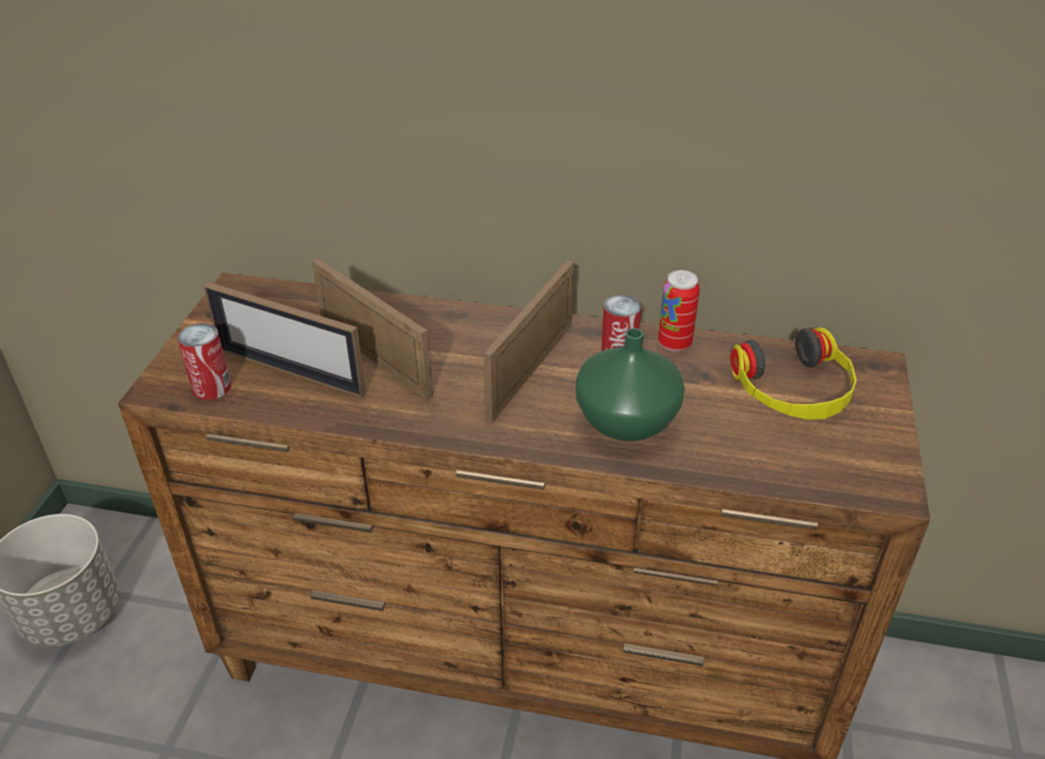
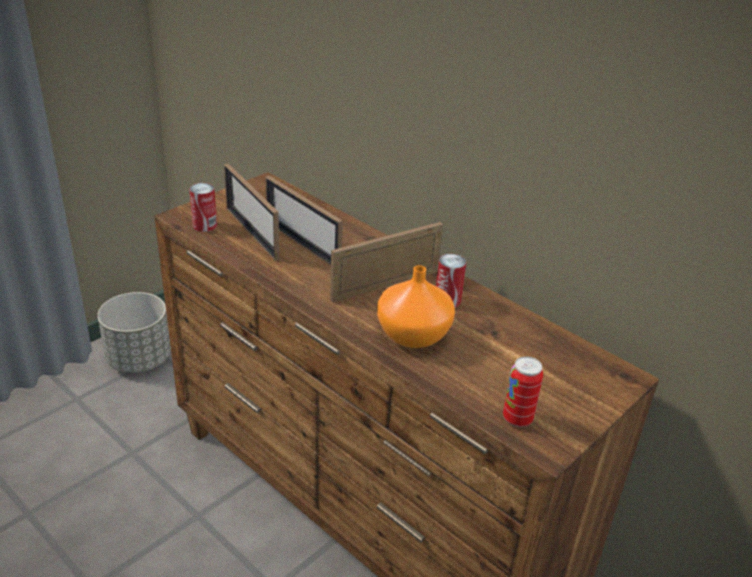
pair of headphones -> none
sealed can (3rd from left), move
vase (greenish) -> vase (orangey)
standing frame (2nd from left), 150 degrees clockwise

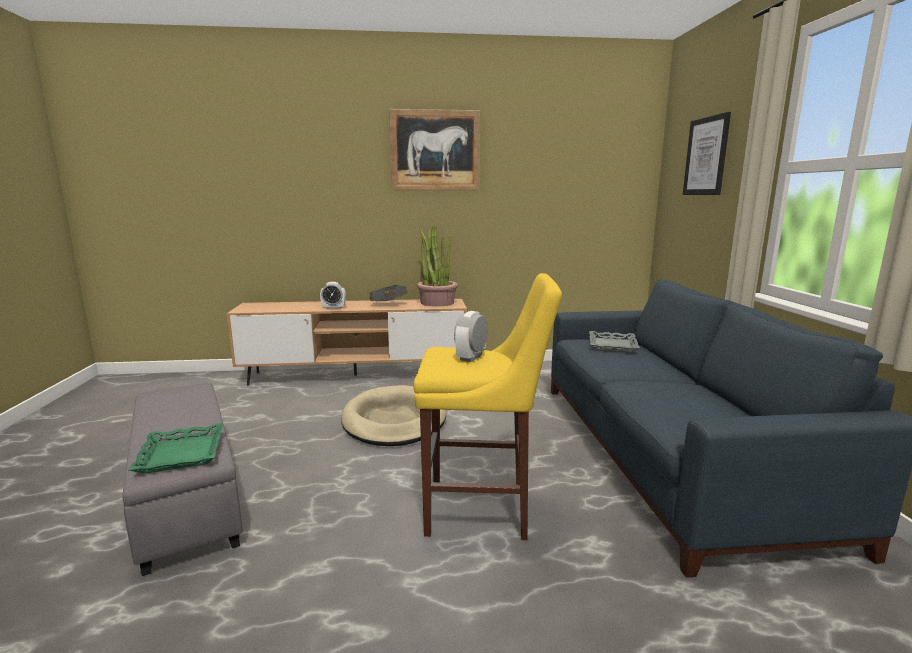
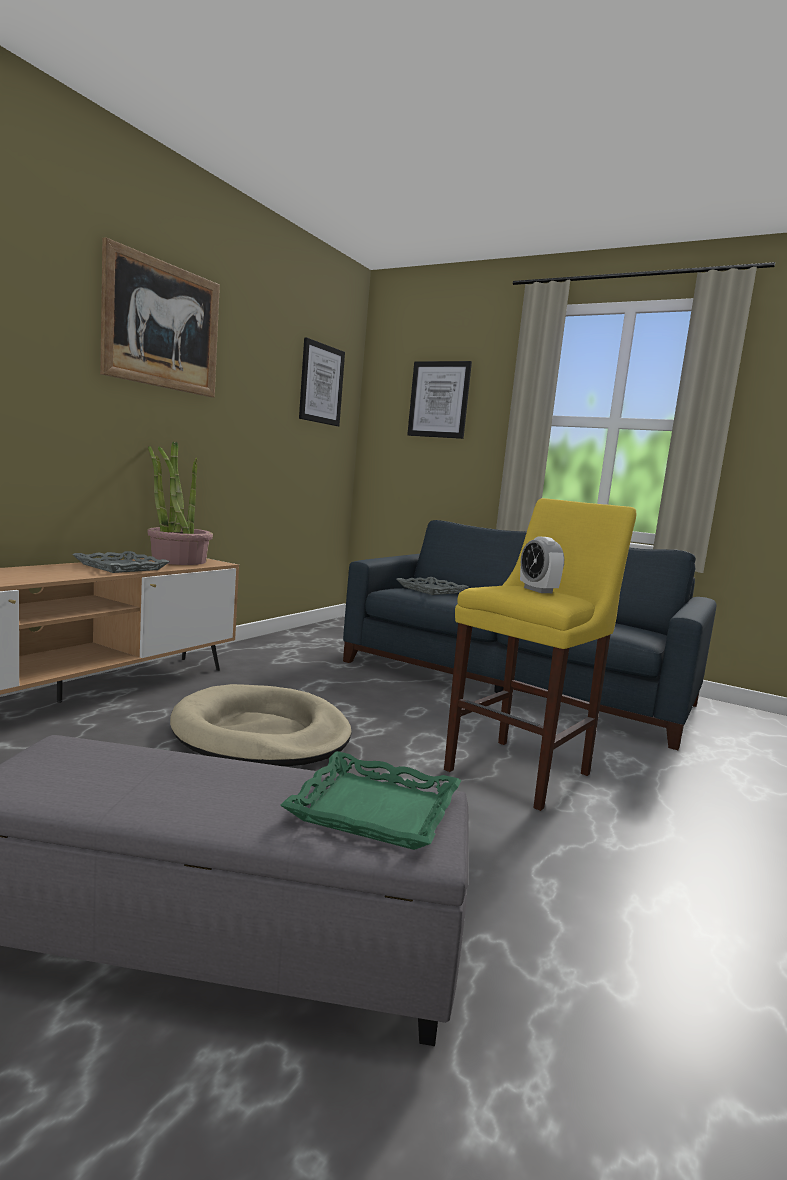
table clock (1st from left) -> none
none -> wall art (2nd from left)
daily paper -> tray (grey) (1st from left)

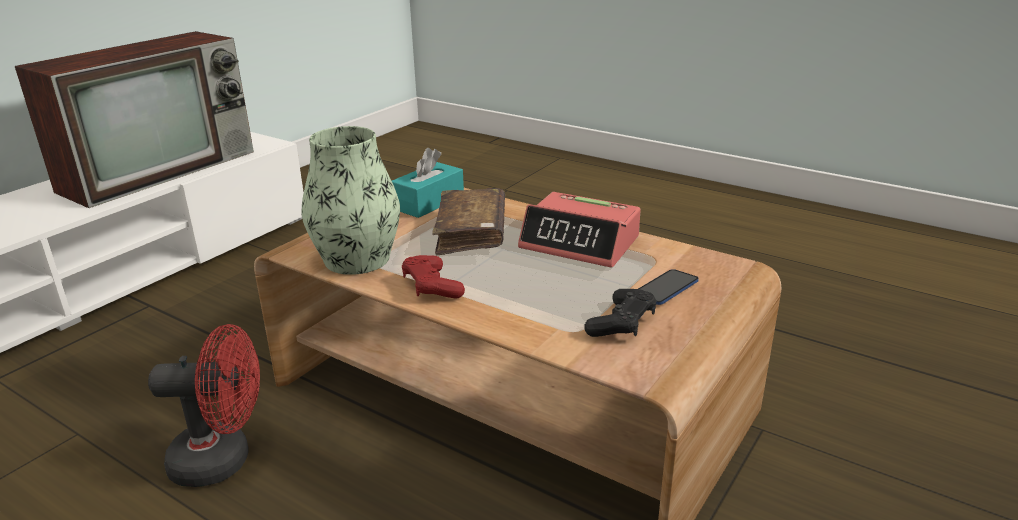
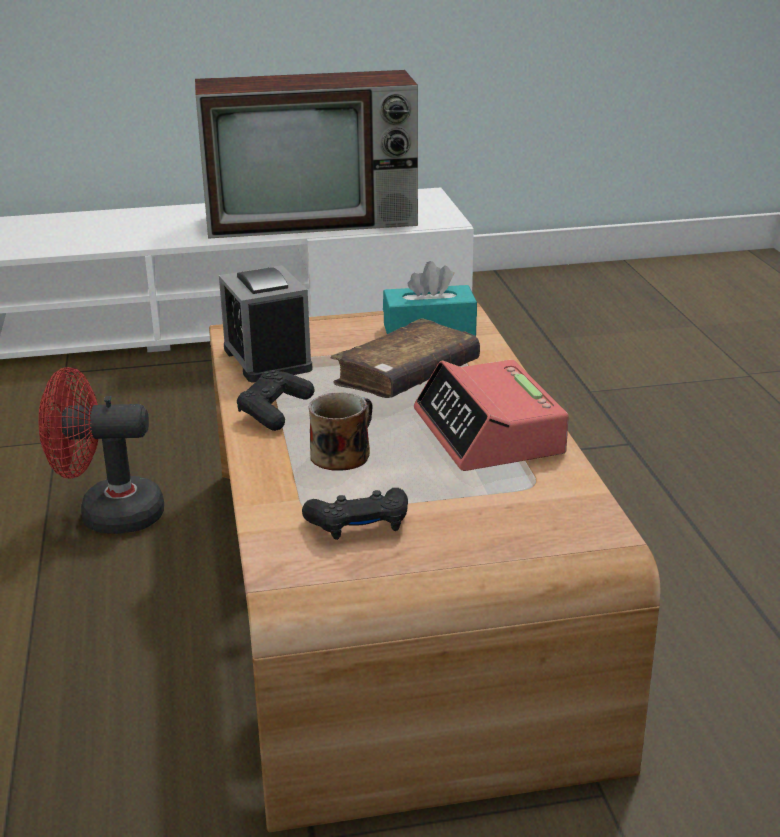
handset -> none
none -> mug
vase -> table clock (1st from left)
joypad (red-coloured) -> joypad (blackish) (1st from left)
electric fan (red-coloured), 135 degrees clockwise

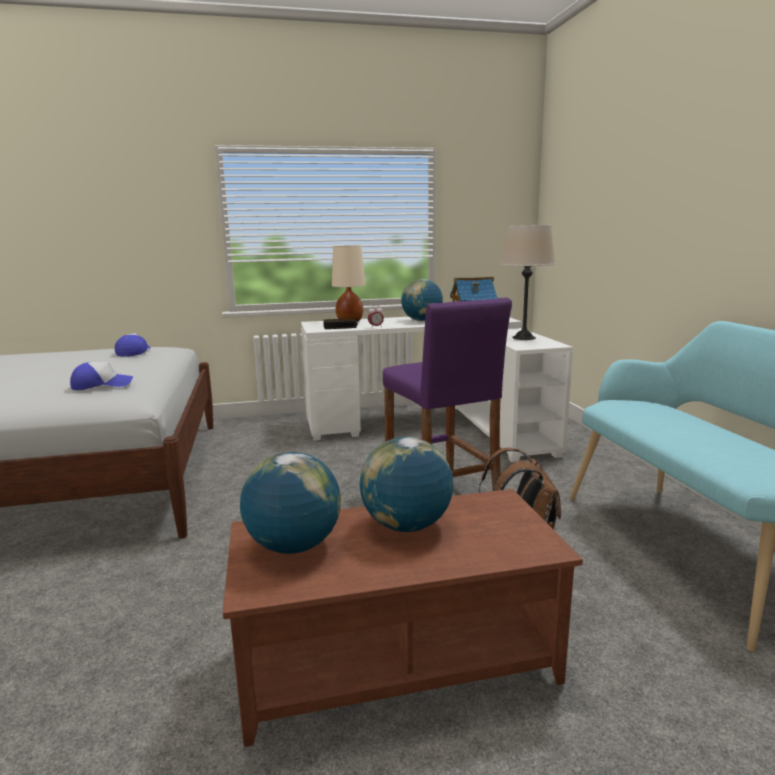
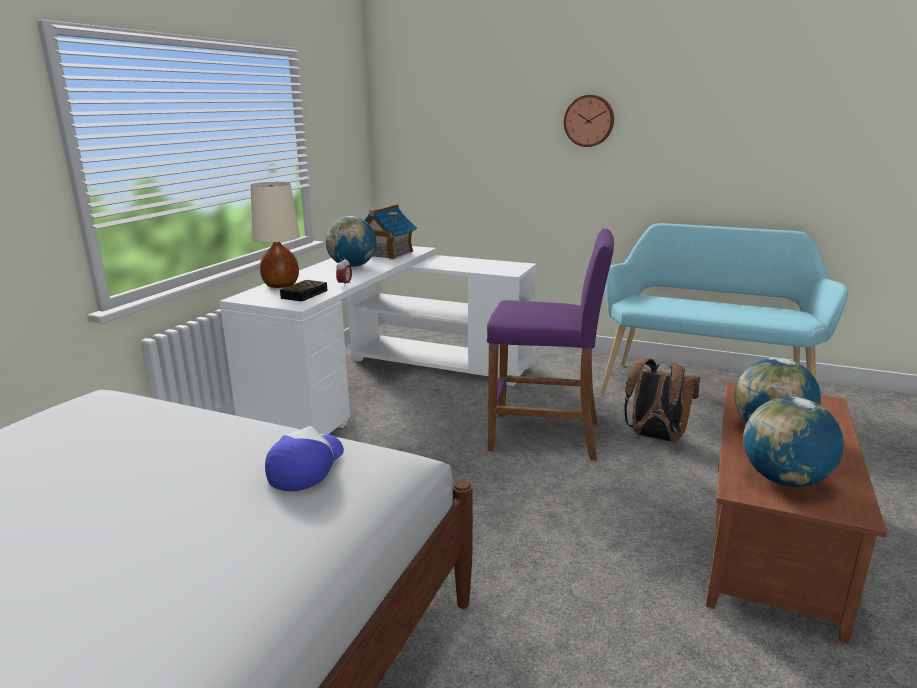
baseball cap (2nd from left) -> none
tabletop lamp (beige) (2nd from left) -> none
none -> hanging clock

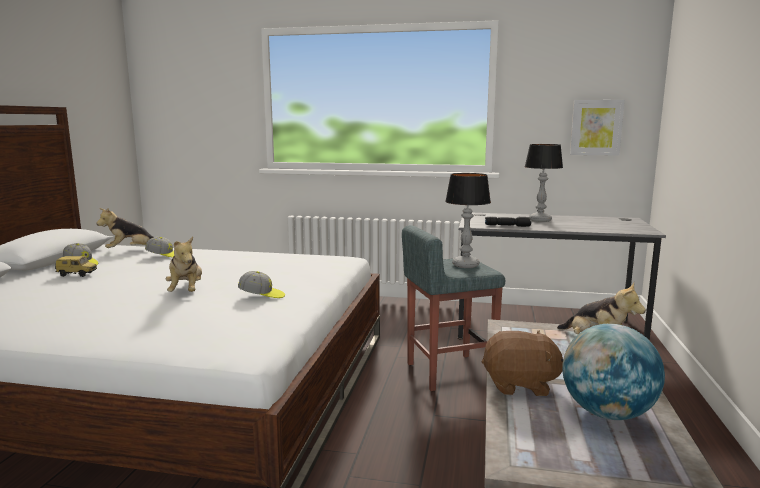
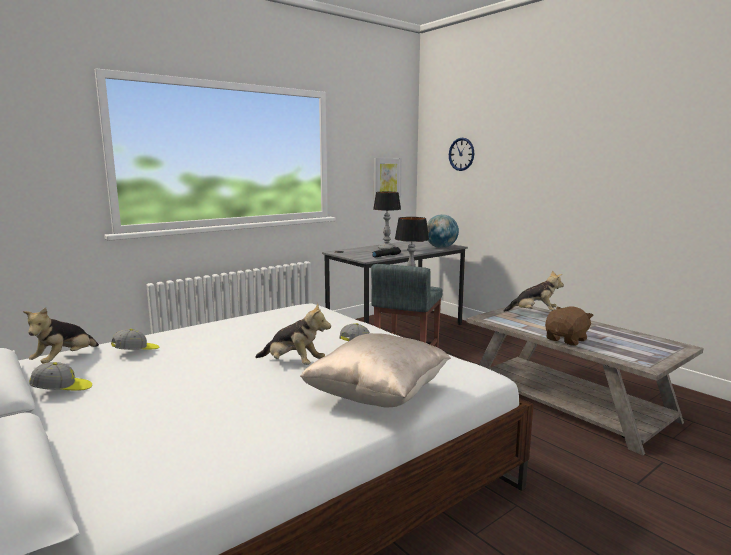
model car -> none
none -> cushion (beige)
none -> hanging clock
world globe, move

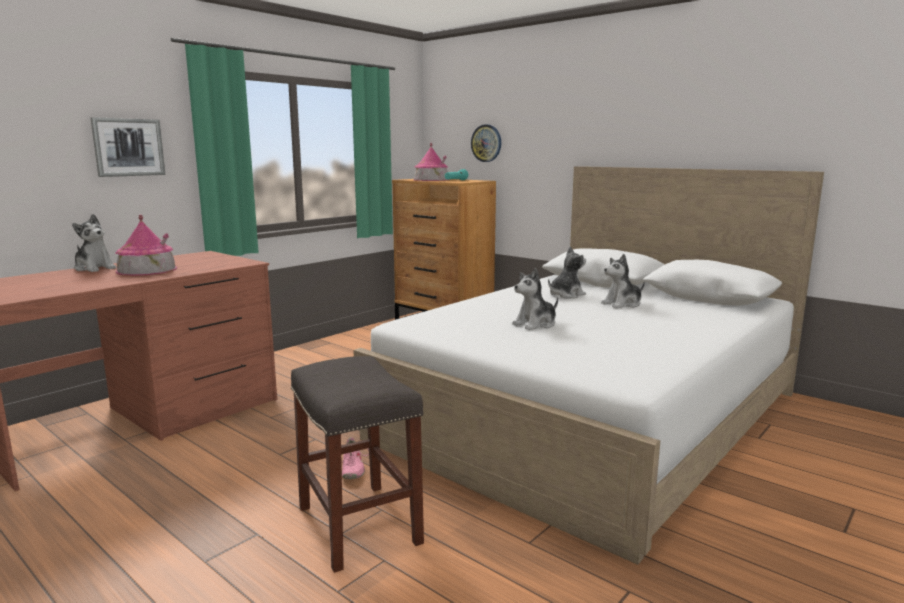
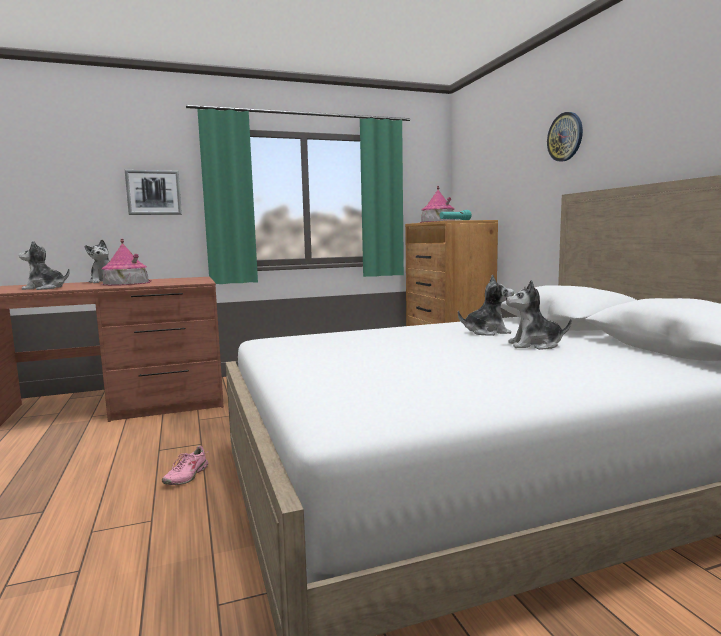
sitting stool (grey) -> none
hanging clock, move
soft toy (2nd from left in the first image) -> soft toy (1st from left), move

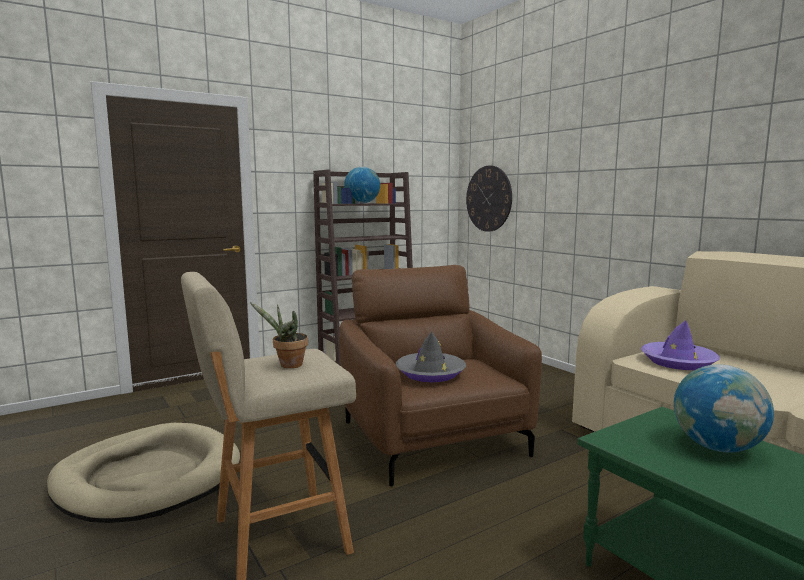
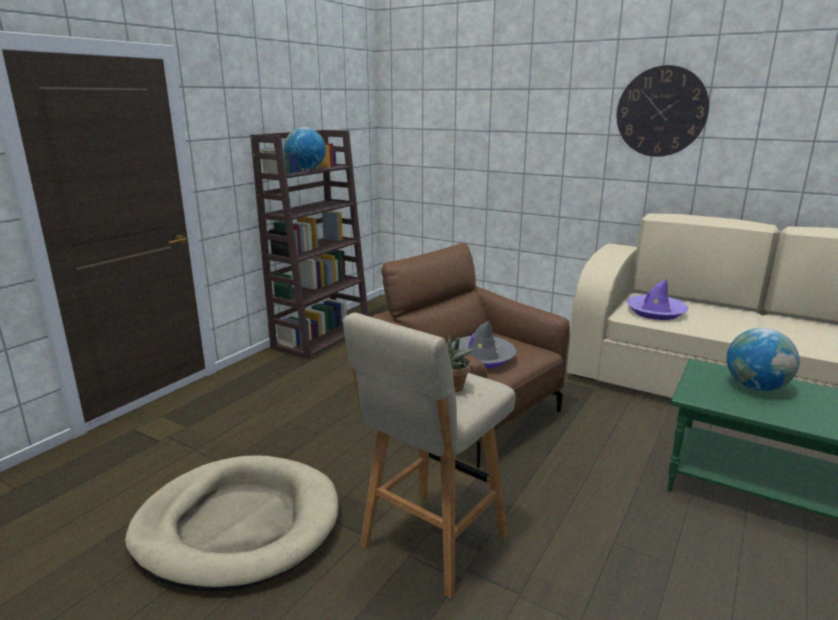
hanging clock, move

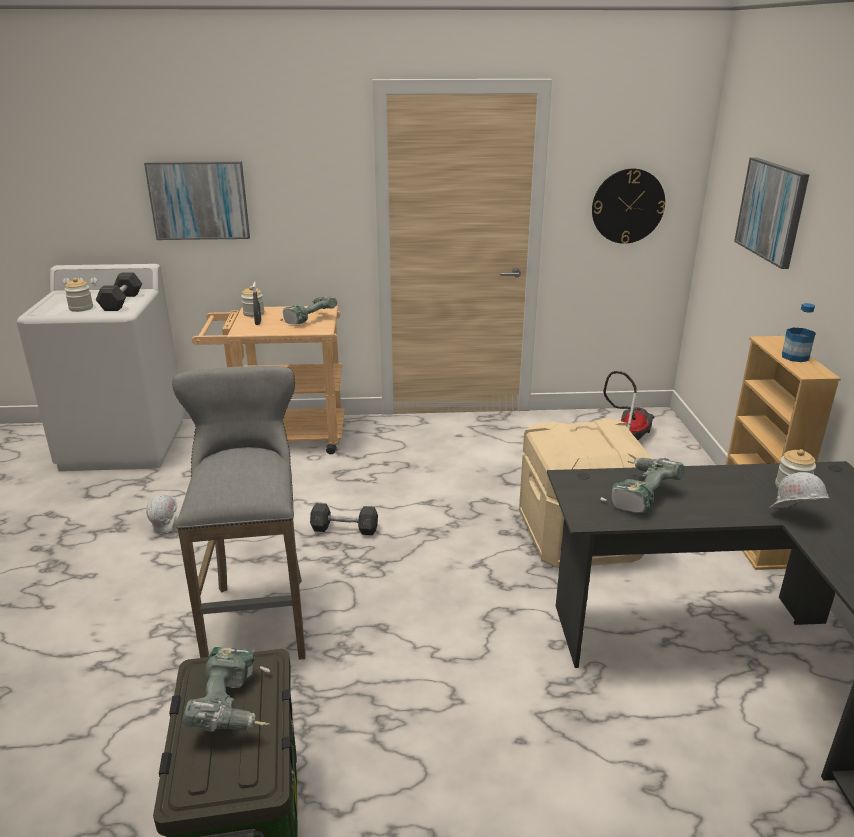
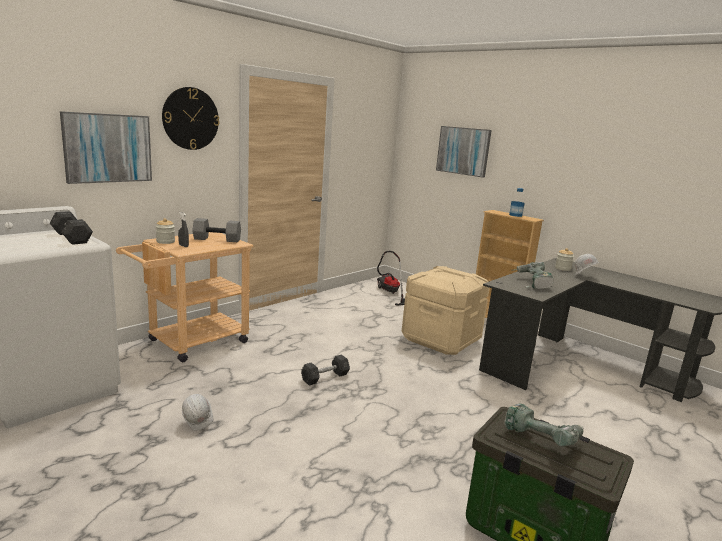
jar (1st from left) -> none
sitting stool (grey) -> none
hanging clock, move
power drill (2nd from left) -> free weight (grey) (2nd from left)

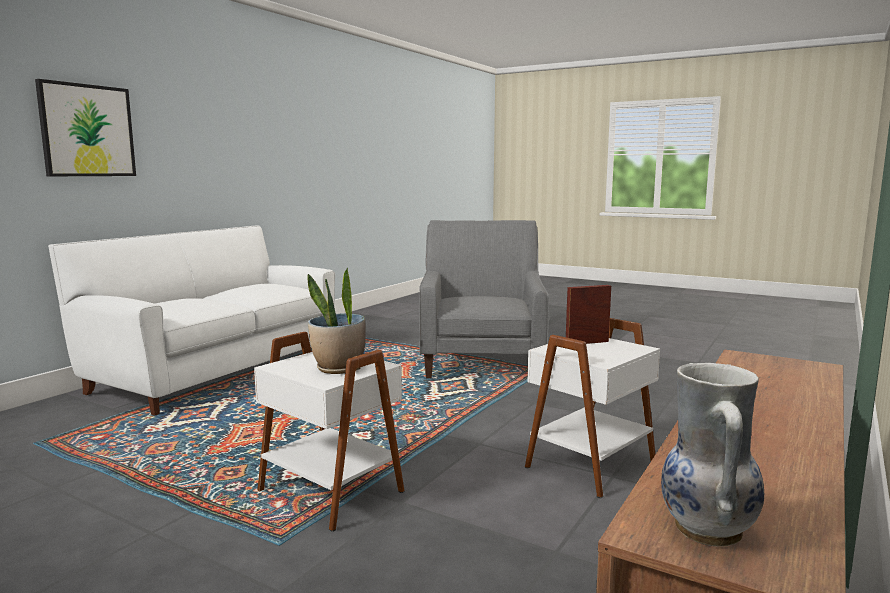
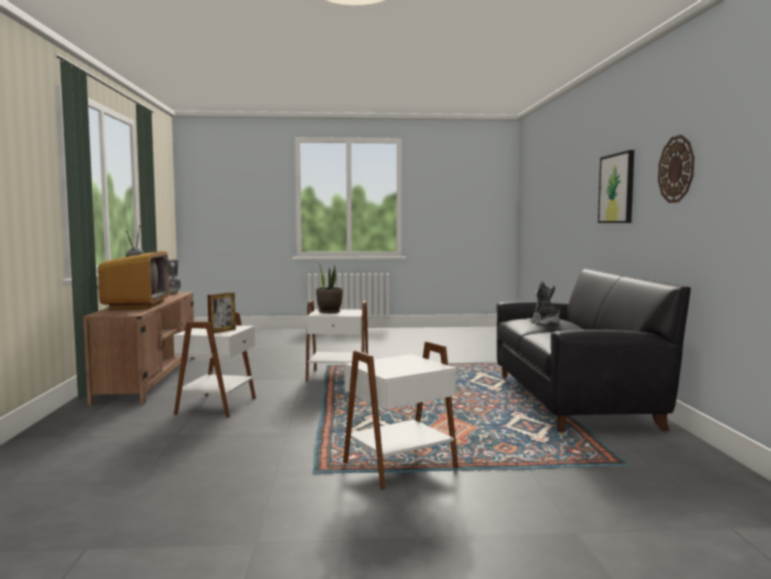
none -> TV
none -> soft toy
none -> hanging clock
armchair (grey) -> accent table (white) (3rd from left)
settee (white) -> settee (blackish)

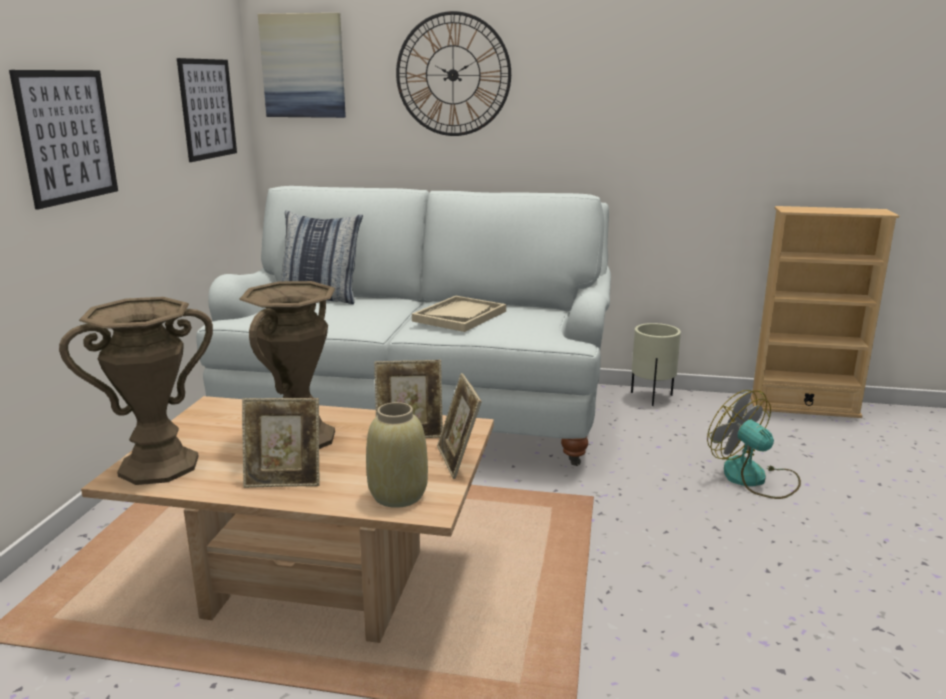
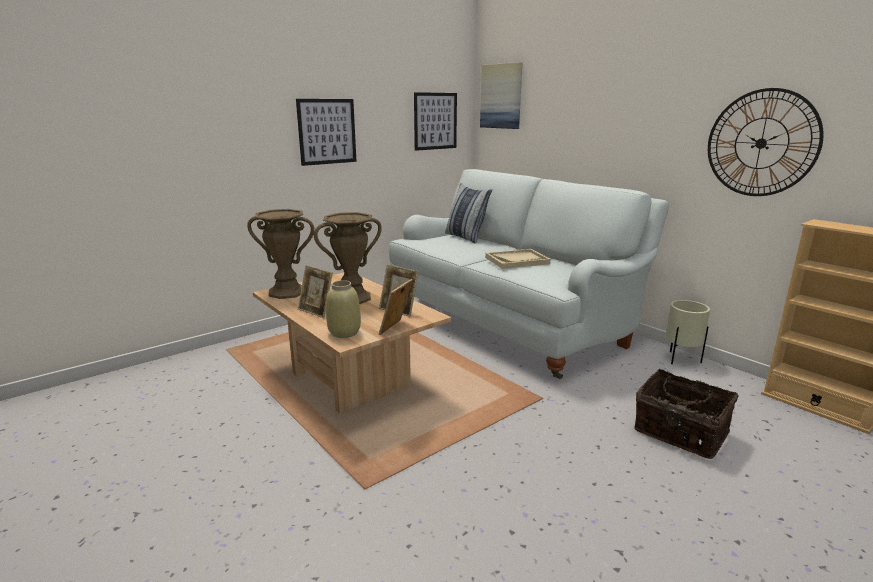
hanging clock, move
electric fan -> basket

